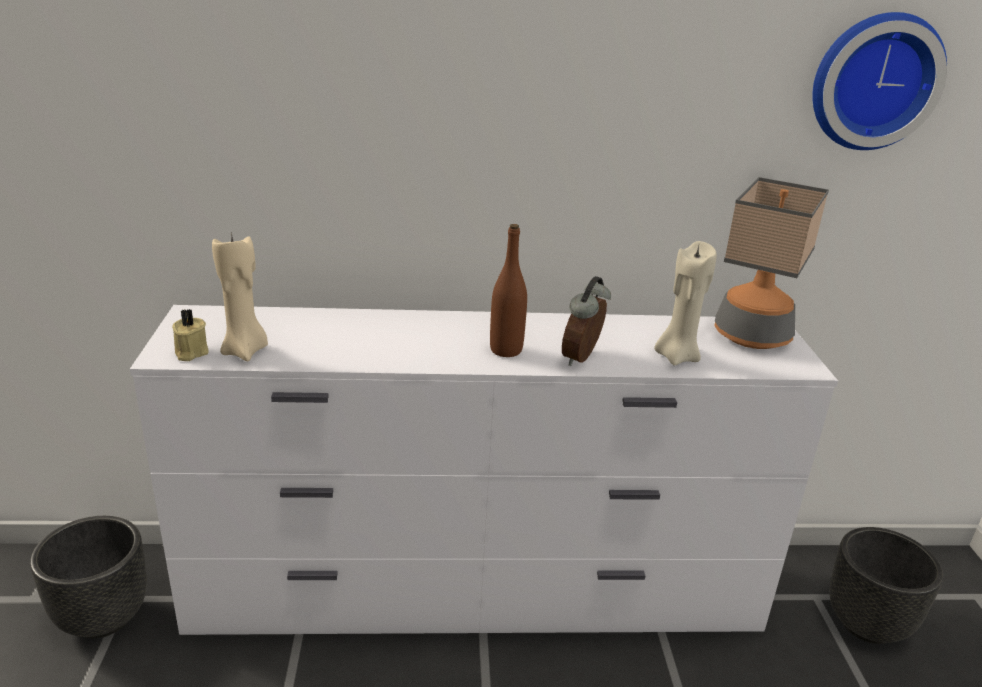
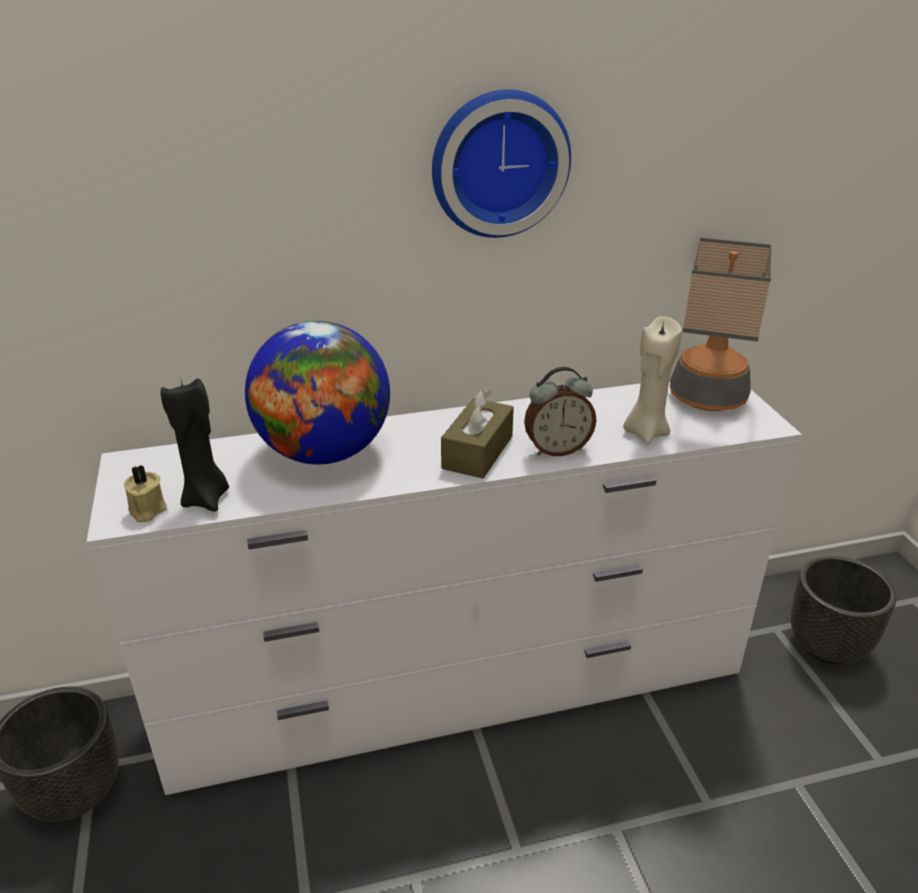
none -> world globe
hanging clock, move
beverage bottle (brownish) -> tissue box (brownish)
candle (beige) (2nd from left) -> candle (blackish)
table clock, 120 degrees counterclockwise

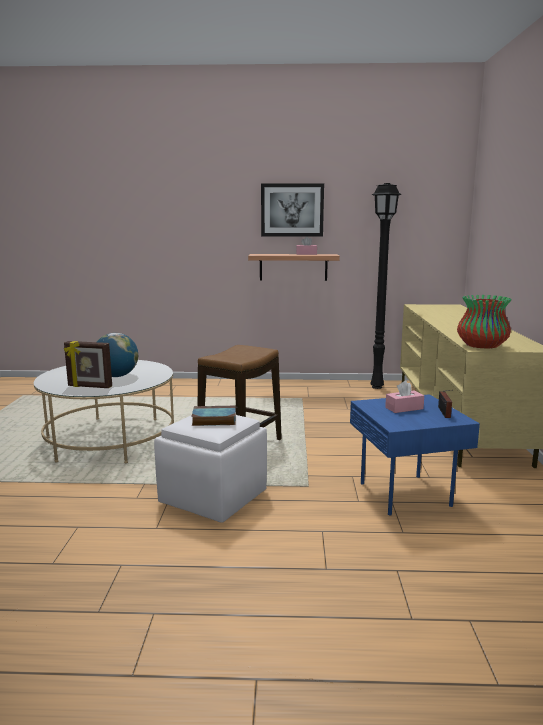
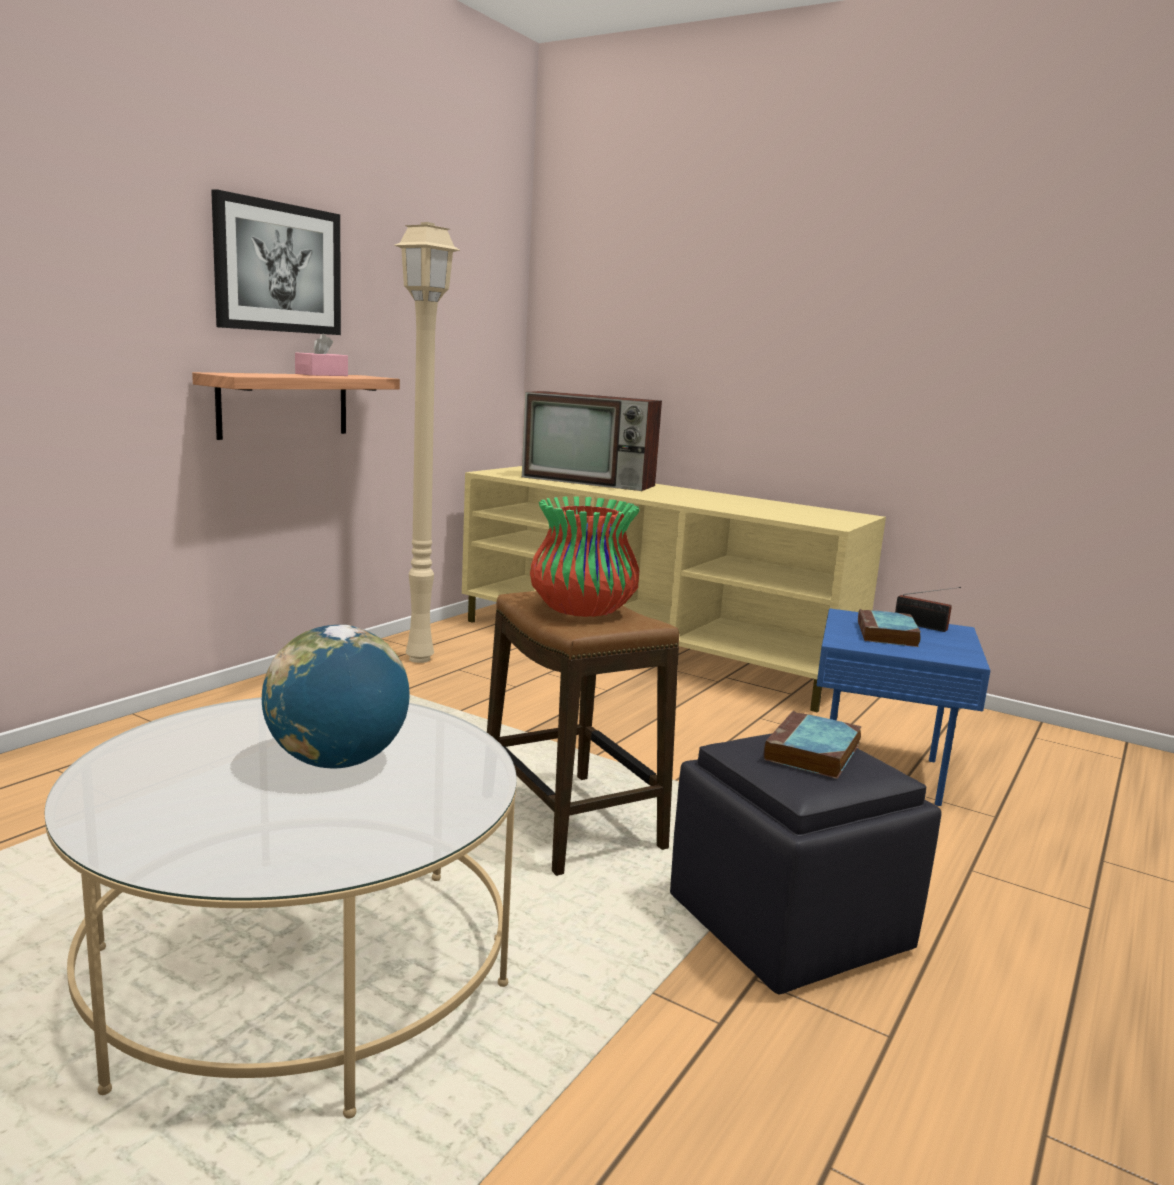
standing frame -> none
standing lamp (blackish) -> none
none -> standing lamp (beige)
none -> TV
vase, move
tissue box (pink) (2nd from left) -> book (2nd from left)
ottoman (white) -> ottoman (blackish)

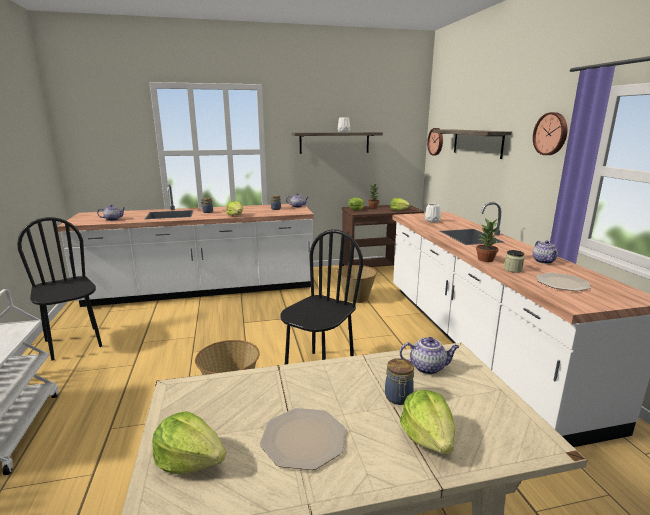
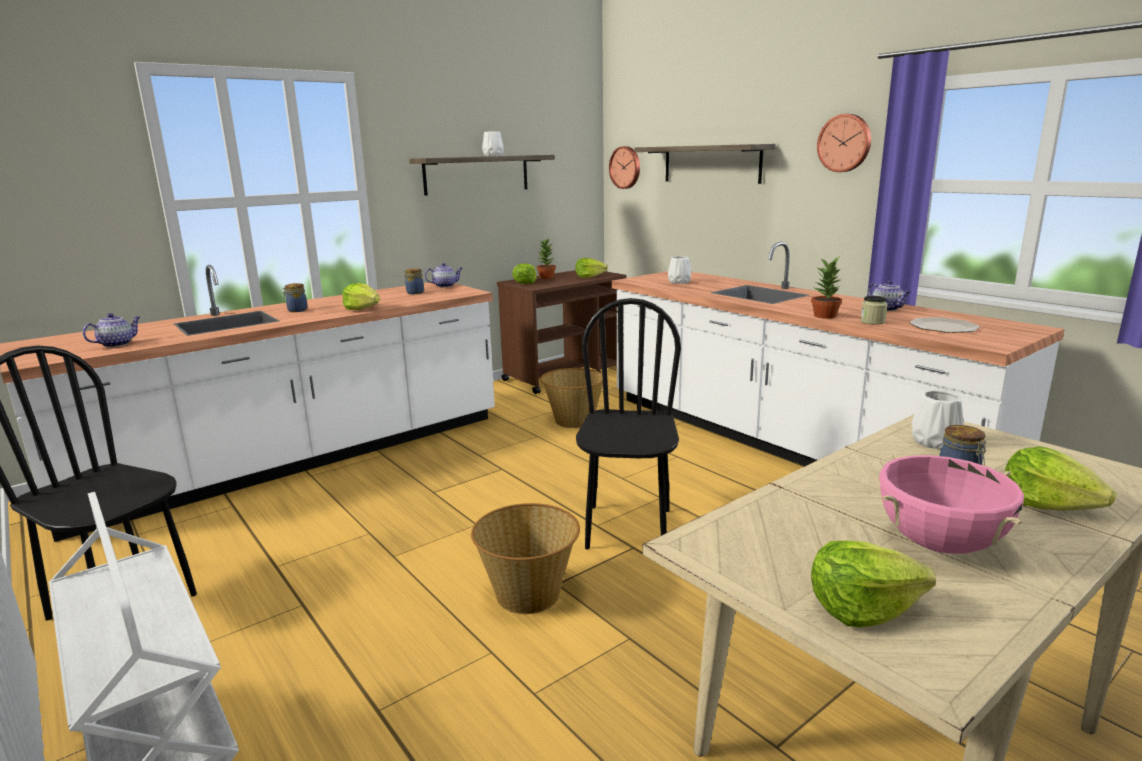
plate (1st from left) -> cooking pot (pink)
teapot (3rd from left) -> vase (white) (3rd from left)

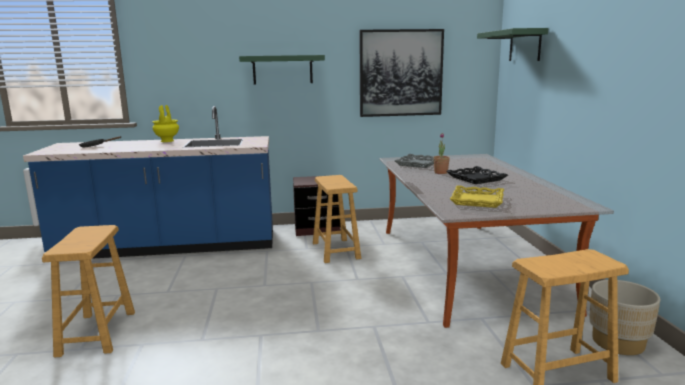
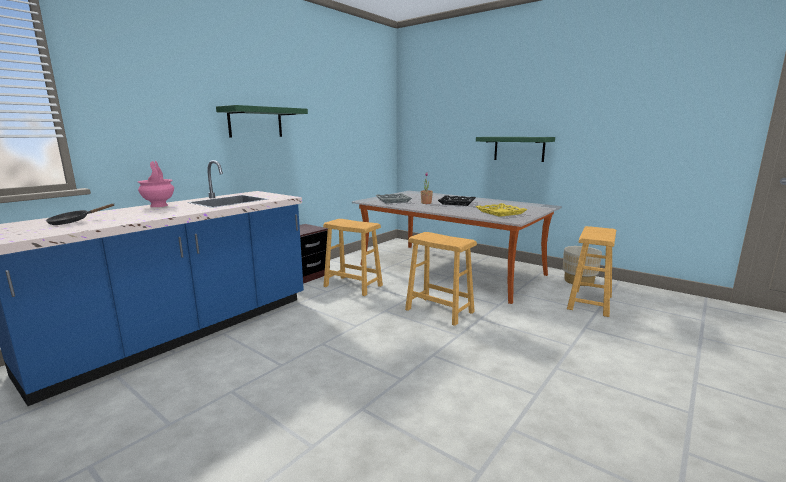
wall art -> none
sitting stool (brownish) (1st from left in the first image) -> sitting stool (brownish) (2nd from left), move
shelf (greenish) (2nd from left), move
vase (yellowish) -> vase (pink)

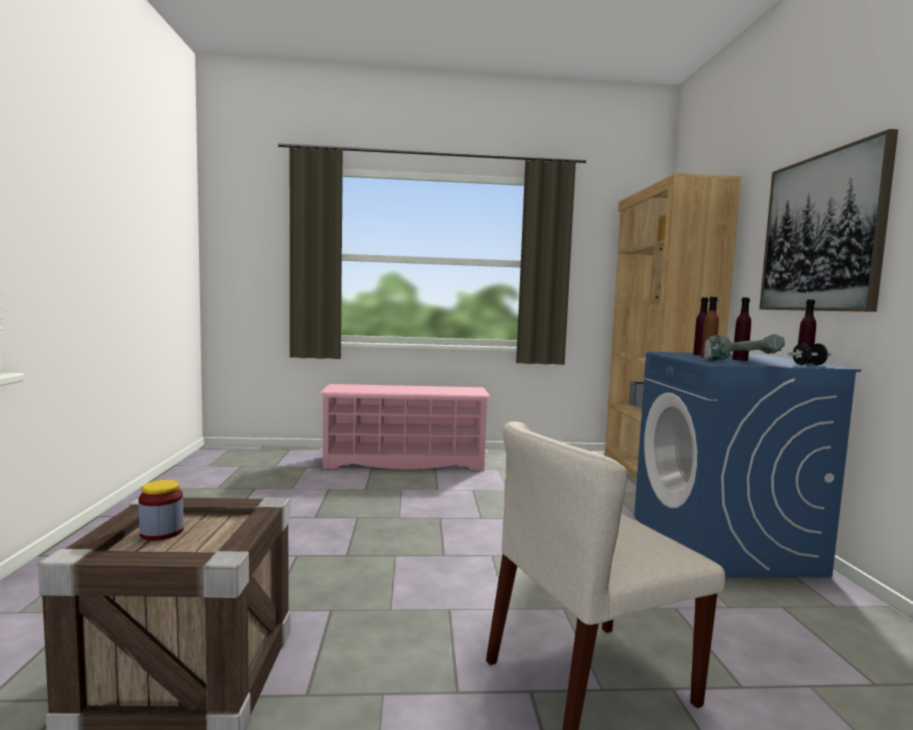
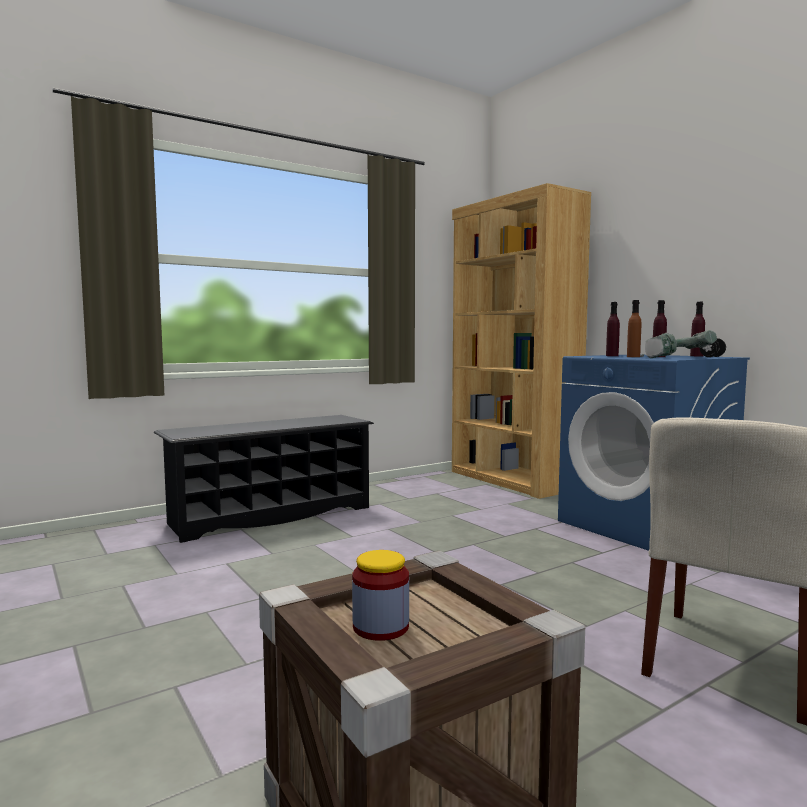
wall art -> none
shoe shelf (pink) -> shoe shelf (blackish)

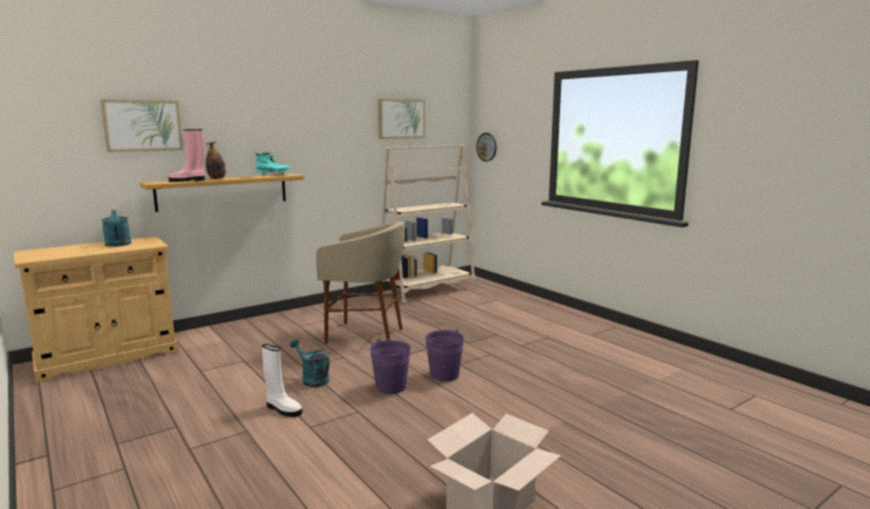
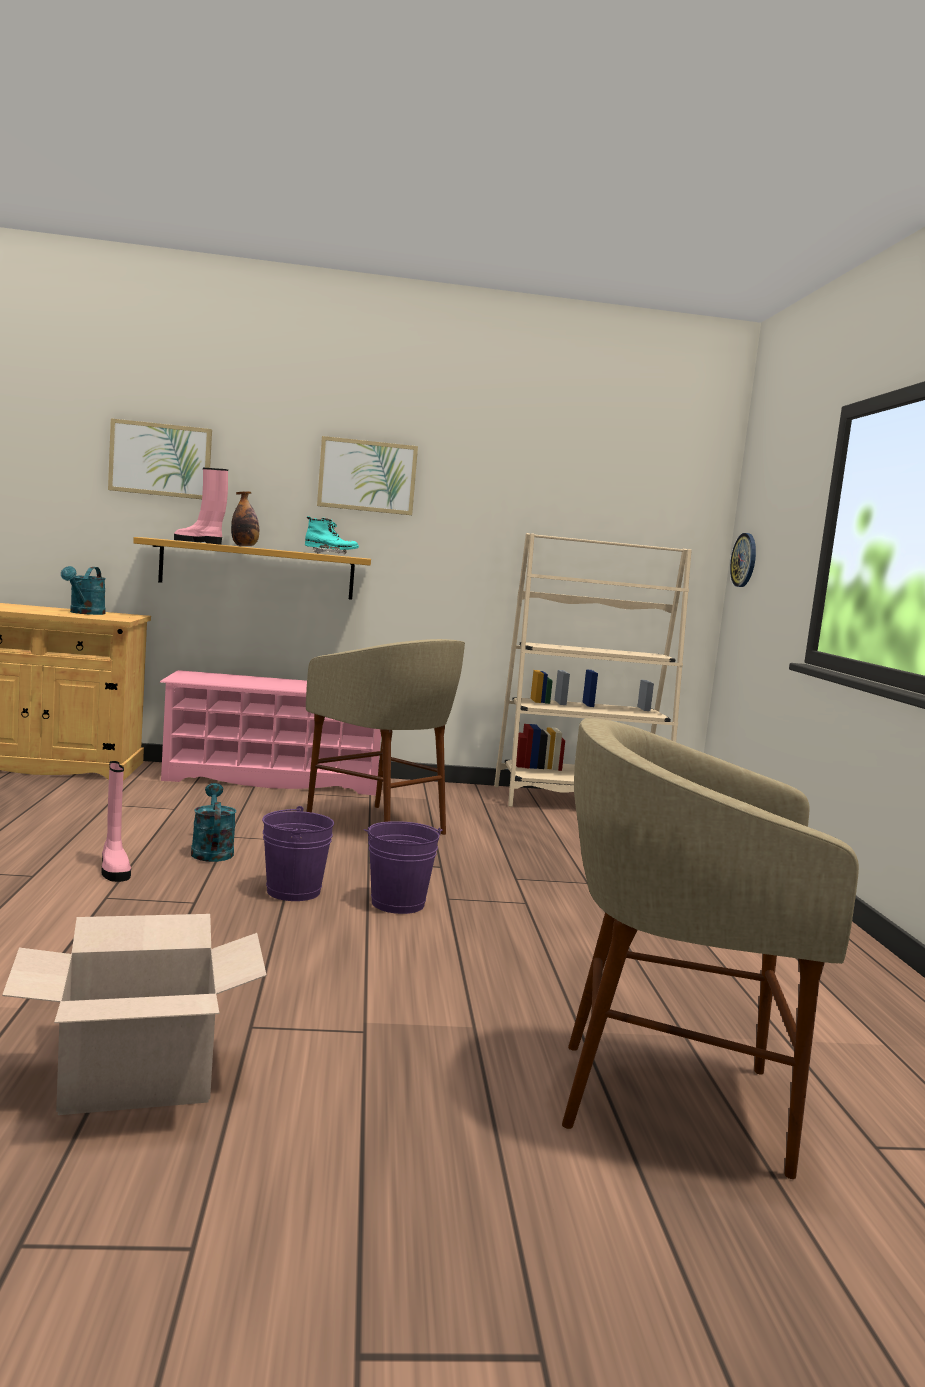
none -> shoe shelf (pink)
none -> sitting stool (beige) (2nd from left)
wall art (2nd from left), move
high-top boot (white) -> high-top boot (pink) (1st from left)

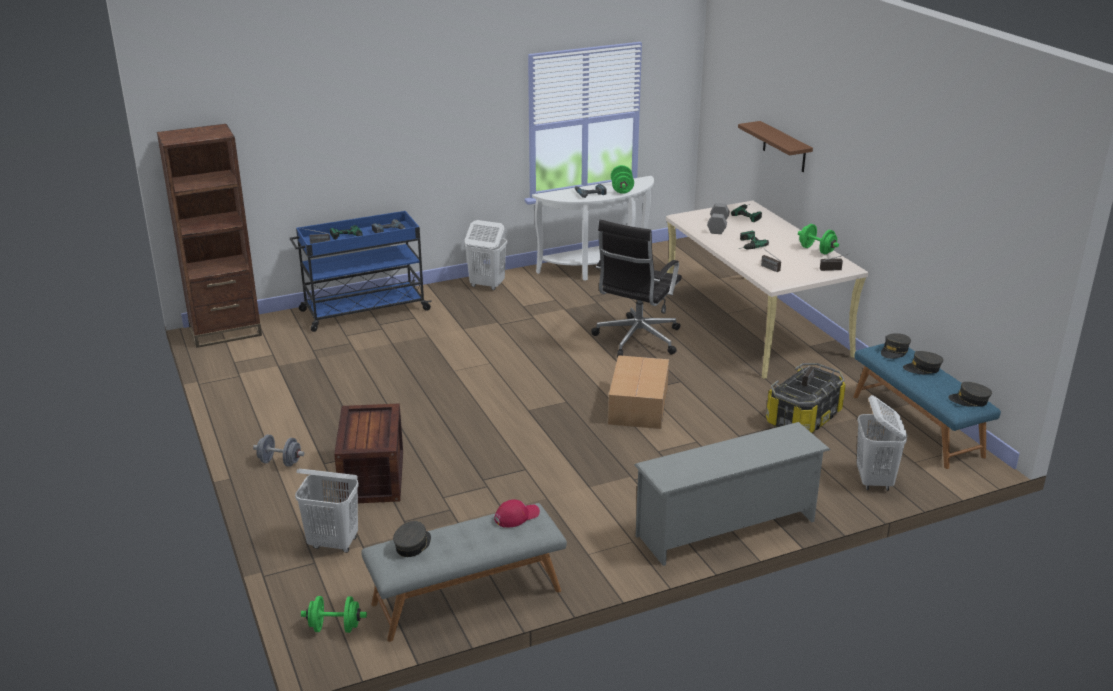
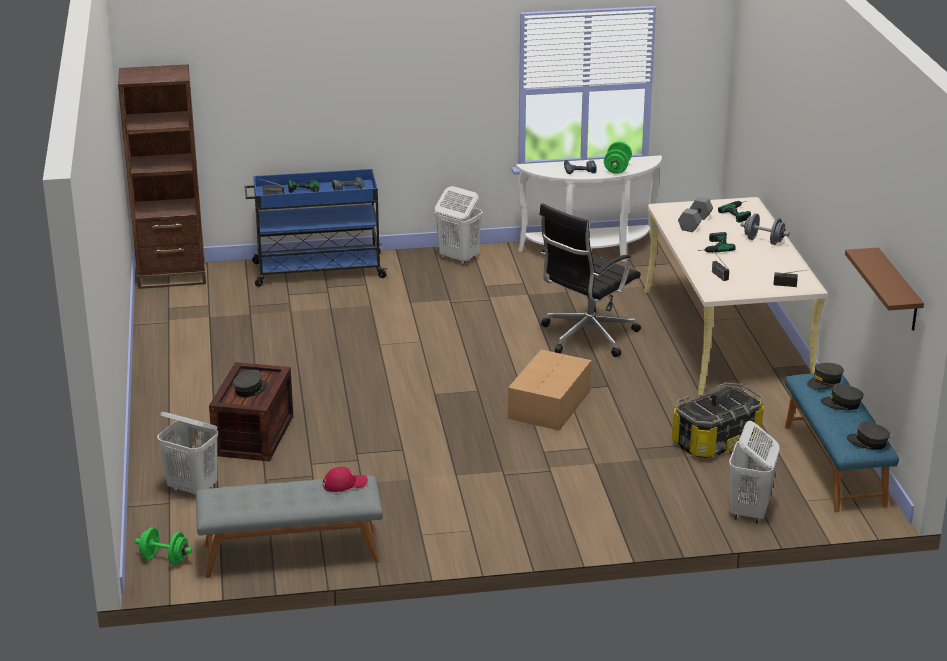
shoe shelf (grey) -> none
free weight (greenish) (3rd from left) -> none
free weight (grey) (1st from left in the first image) -> free weight (grey) (2nd from left), move
baseball cap (grey) (1st from left), move
shelf (brownish), move

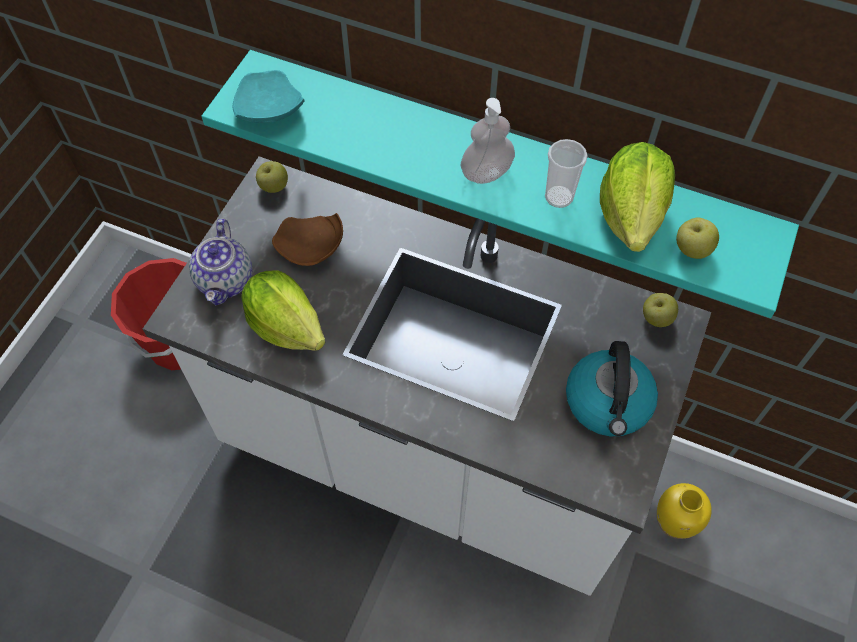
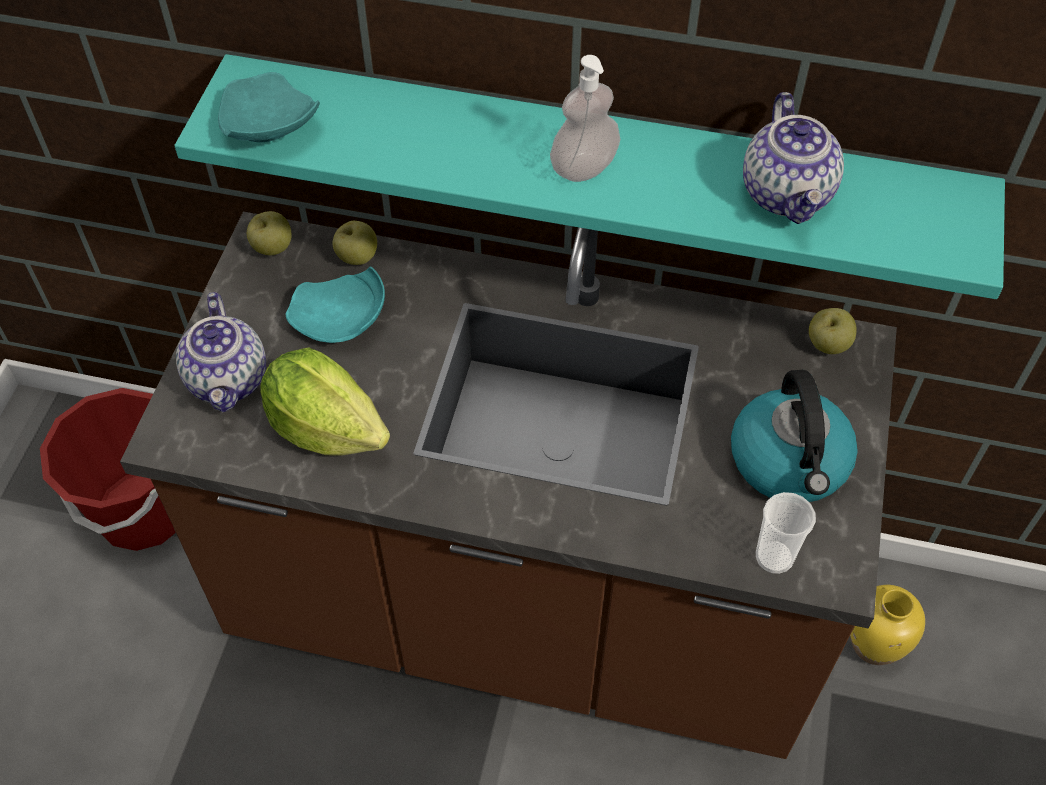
drinking cup, move
apple fruit (3rd from left in the first image) -> apple fruit (2nd from left), move
lettuce head (2nd from left) -> teapot (2nd from left)
kitchen counter (white) -> kitchen counter (brownish)
plate (brownish) -> plate (turquoise-coloured) (2nd from left)

